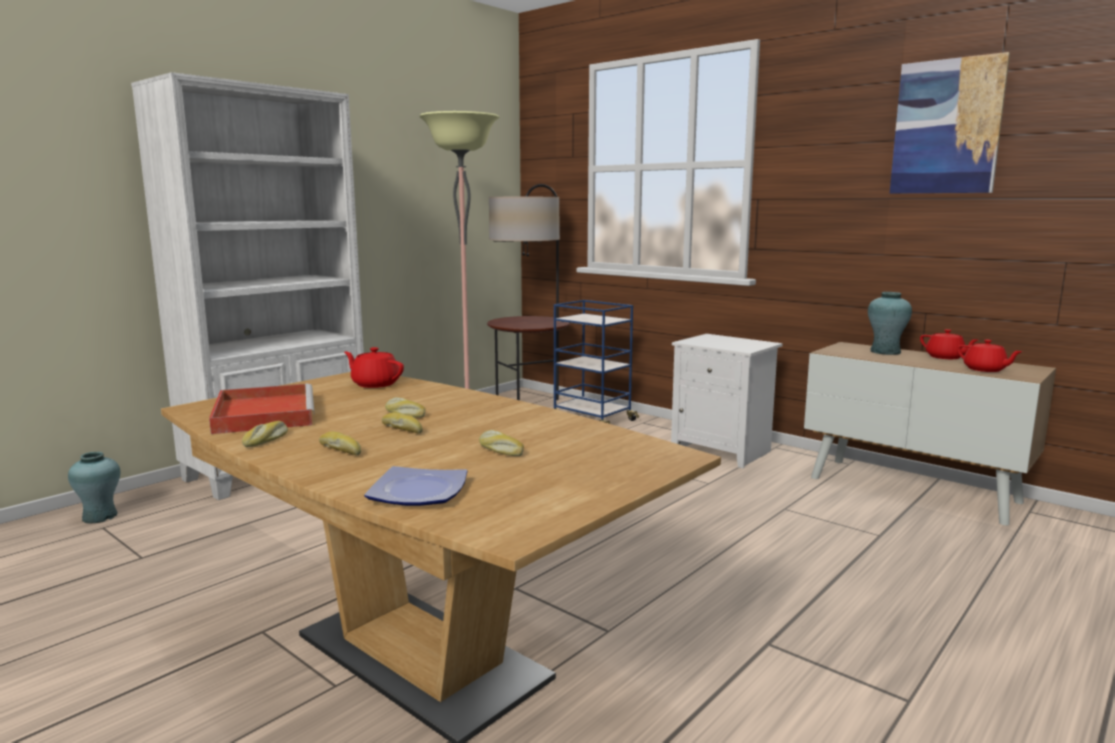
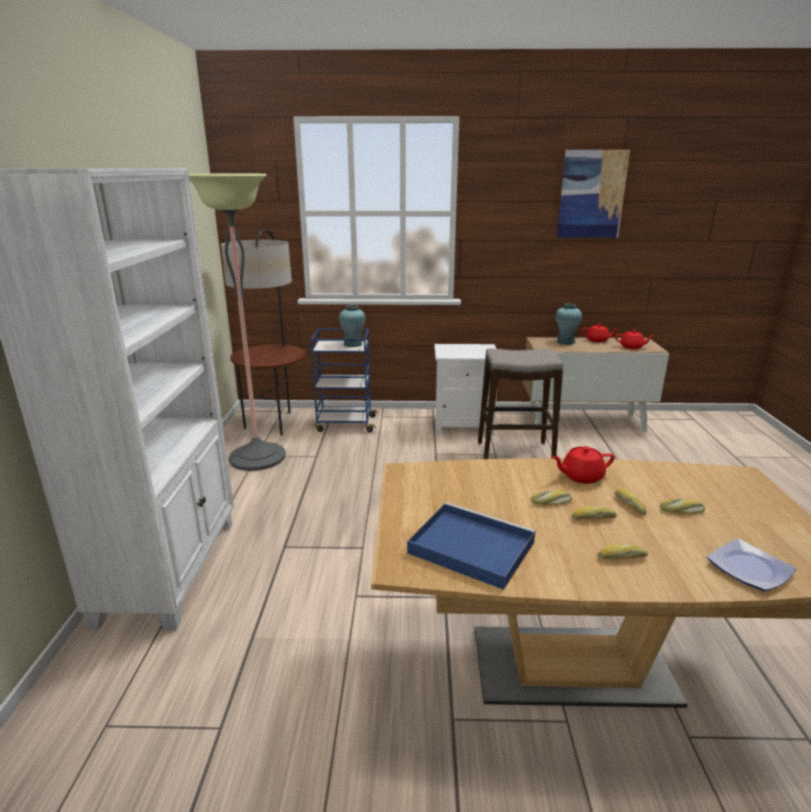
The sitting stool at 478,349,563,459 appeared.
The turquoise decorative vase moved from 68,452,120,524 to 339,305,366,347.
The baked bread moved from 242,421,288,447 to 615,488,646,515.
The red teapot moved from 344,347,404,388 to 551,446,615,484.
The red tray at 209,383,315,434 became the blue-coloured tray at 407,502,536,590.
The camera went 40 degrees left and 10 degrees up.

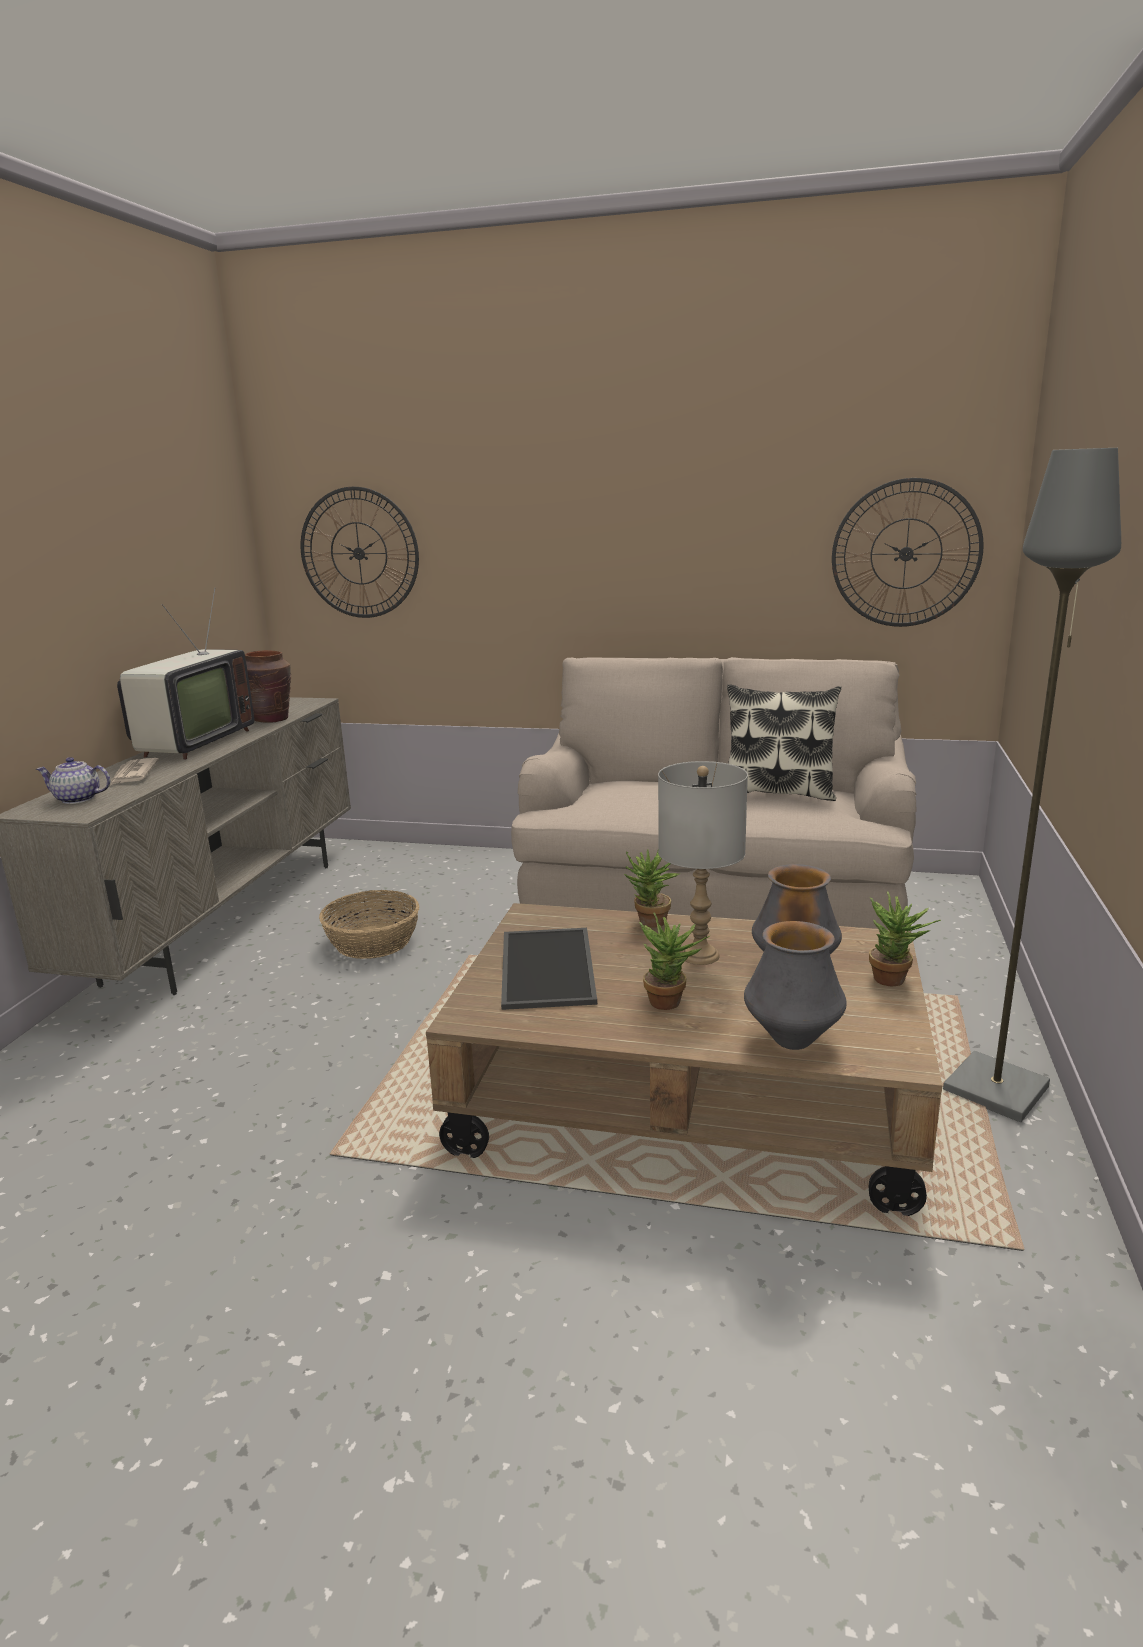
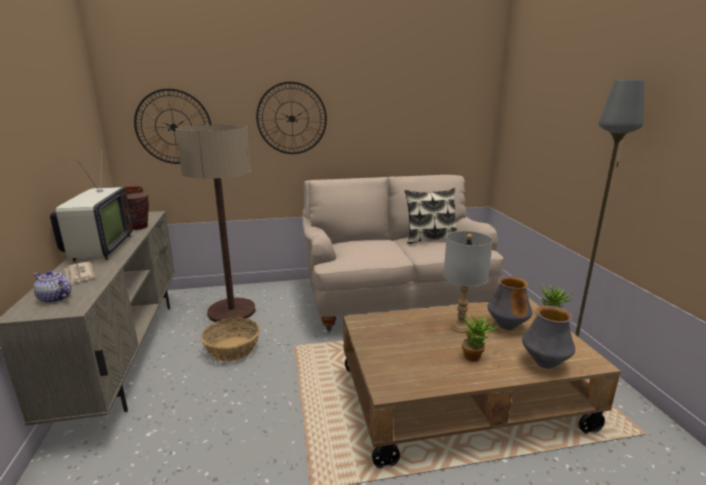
The tray at 501,928,597,1010 disappeared.
The houseplant at 624,849,680,928 disappeared.
The standard lamp at 176,125,256,324 appeared.
The hanging clock moved from 832,478,984,627 to 256,82,327,154.
The teapot at 36,757,110,804 turned 45 degrees clockwise.
The camera went 25 degrees left and 0 degrees up.

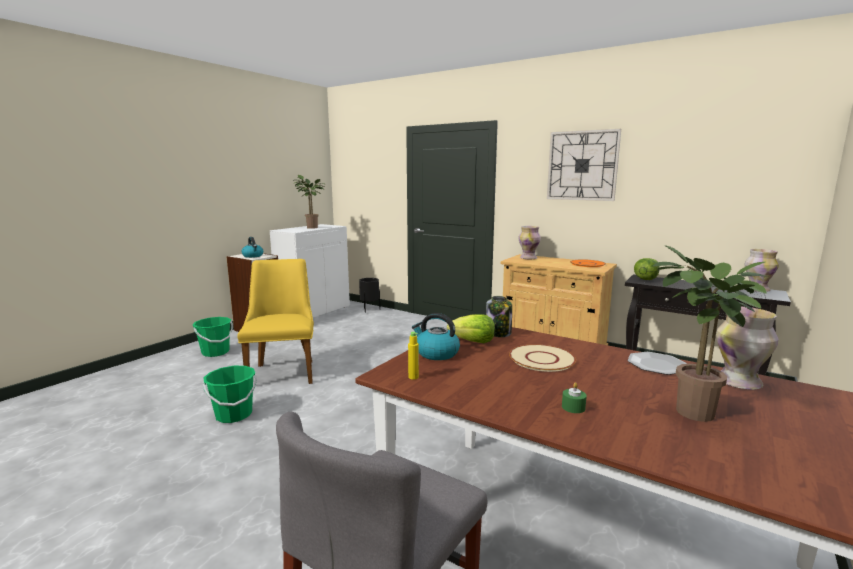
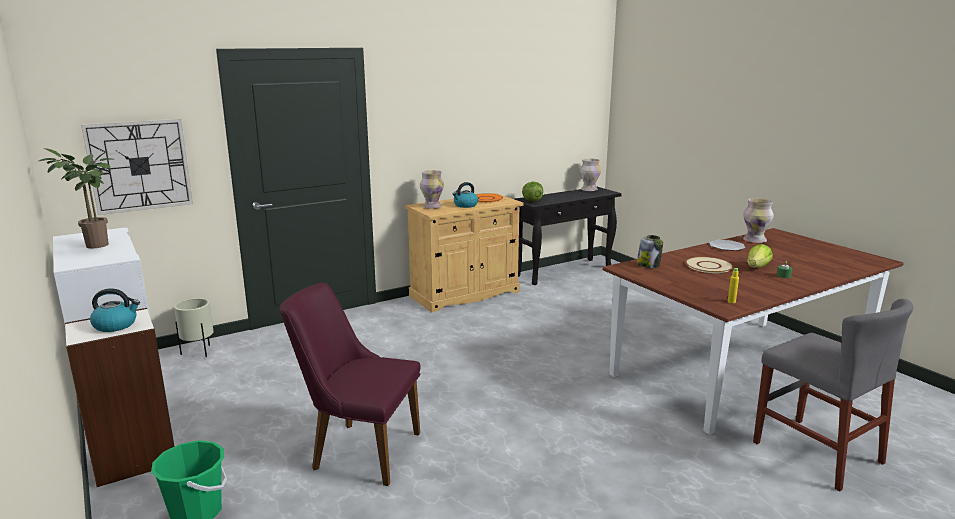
The green-coloured bucket at 203,366,257,423 disappeared.
The houseplant at 653,245,768,422 disappeared.
The water kettle moved from 412,313,460,360 to 453,182,478,208.
The lettuce head moved from 447,314,495,343 to 747,244,773,268.
The hanging clock moved from 547,129,621,201 to 81,119,193,215.
The yellow-coloured chair at 237,259,314,384 became the purple-coloured chair at 280,283,421,486.
The blackish planter at 359,278,380,313 became the sand-coloured planter at 174,298,214,357.
The camera went 65 degrees left and 5 degrees up.

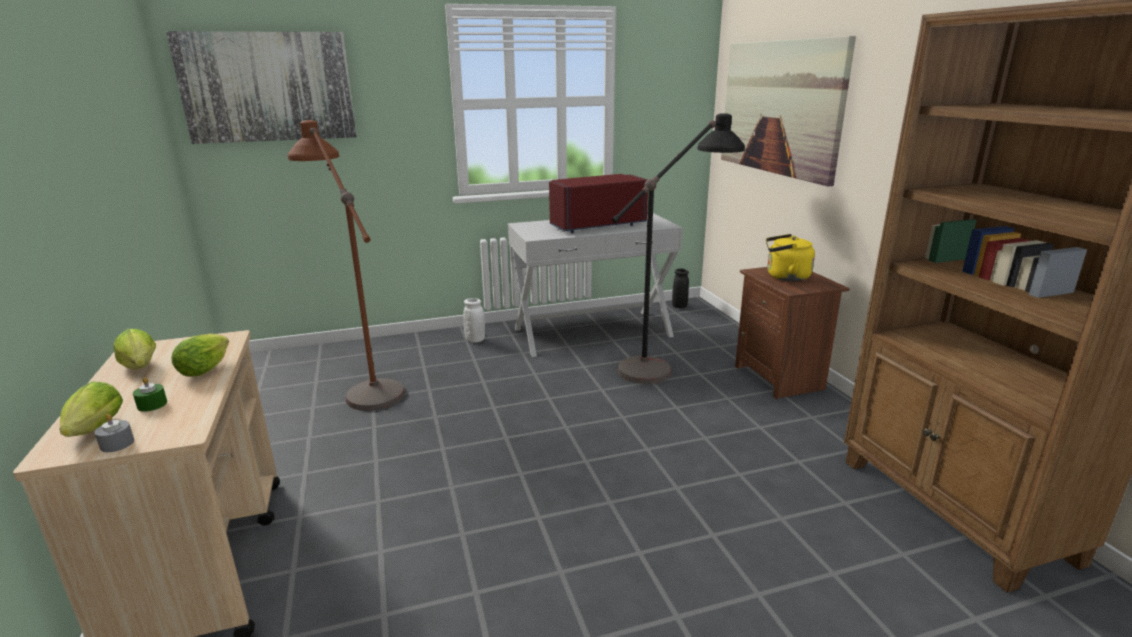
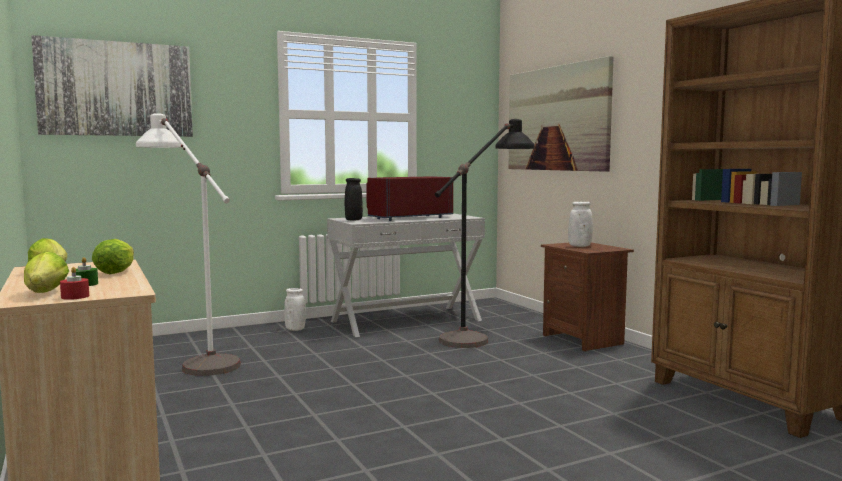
The blackish decorative vase moved from 672,268,689,308 to 345,178,363,220.
The yellow-coloured water kettle at 766,234,815,281 was replaced by the white decorative vase at 568,202,593,247.
The grey wax light at 94,414,134,452 became the red wax light at 60,267,89,300.
The brownish standard lamp at 288,120,405,411 became the white standard lamp at 136,113,241,376.
The camera went 10 degrees left and 15 degrees down.

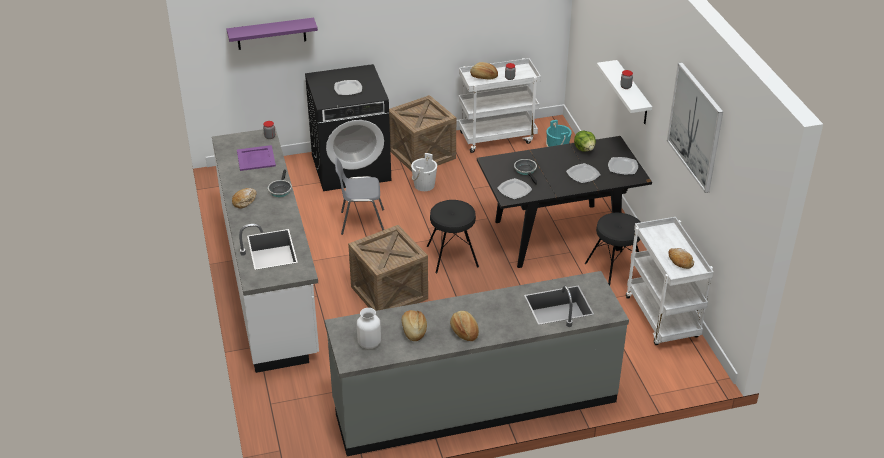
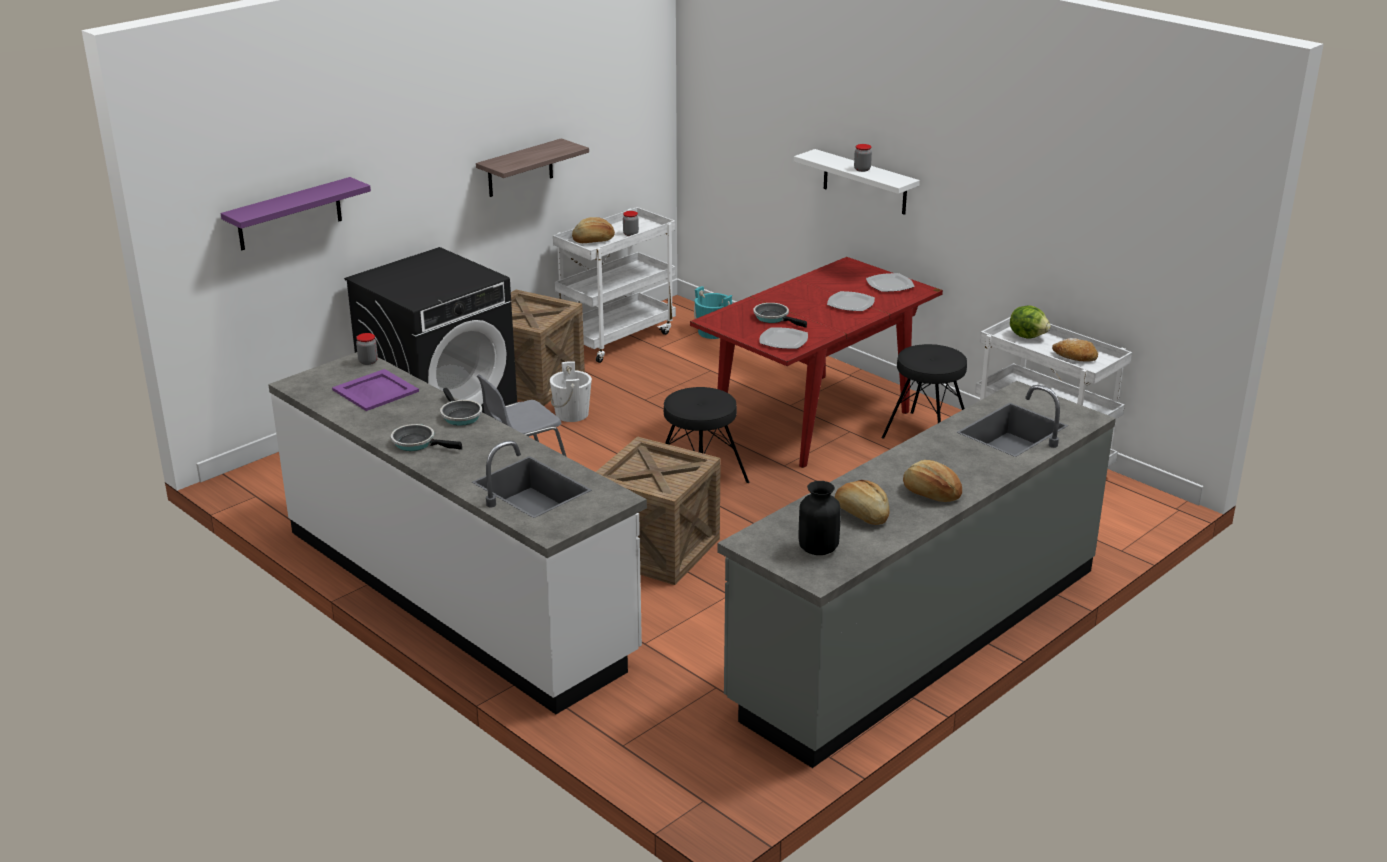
The flat dish at 334,80,362,95 disappeared.
The wall picture at 667,62,723,193 disappeared.
The bracket shelf at 476,138,589,197 appeared.
The lettuce head moved from 574,130,596,152 to 1010,306,1051,338.
The baked bread at 232,188,257,209 was replaced by the skillet at 391,424,462,451.
The white decorative vase at 357,308,381,349 became the blackish decorative vase at 799,481,841,555.
The blackish kitchen table at 477,136,652,268 became the red kitchen table at 690,257,943,468.
The camera went 30 degrees left and 10 degrees down.

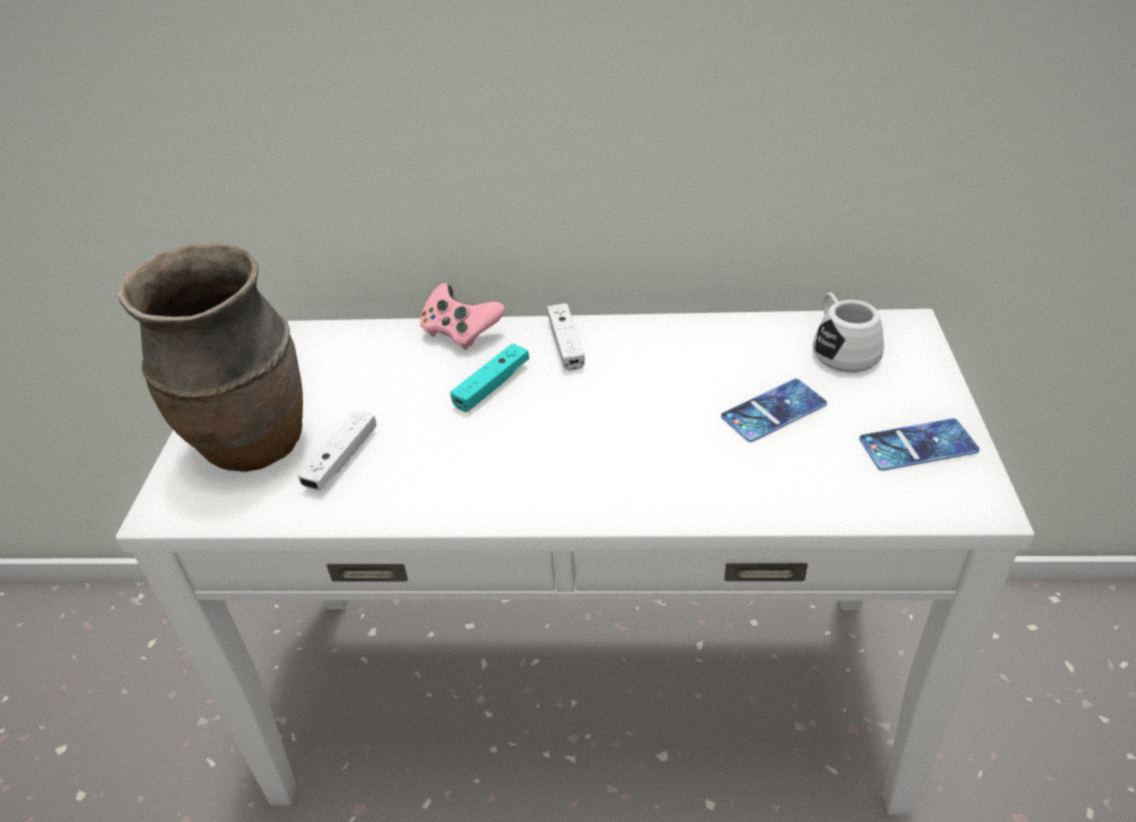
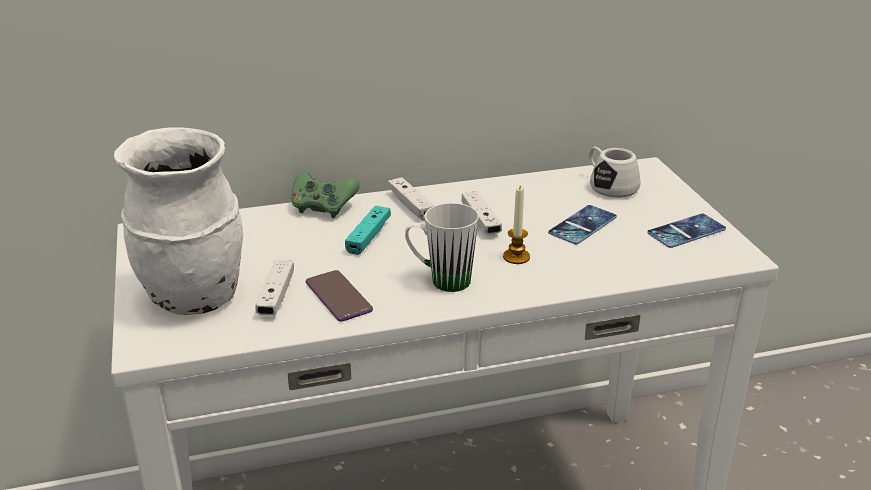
The handset at 306,270,373,322 appeared.
The white coffee mug at 405,203,479,292 appeared.
The white gamepad at 462,191,502,235 appeared.
The wax light at 503,186,530,264 appeared.
The brownish decorative vase at 118,242,303,472 became the white decorative vase at 114,127,243,315.
The pinkish gamepad at 420,283,505,350 became the green-coloured gamepad at 292,171,360,218.
The camera went 20 degrees left and 10 degrees down.

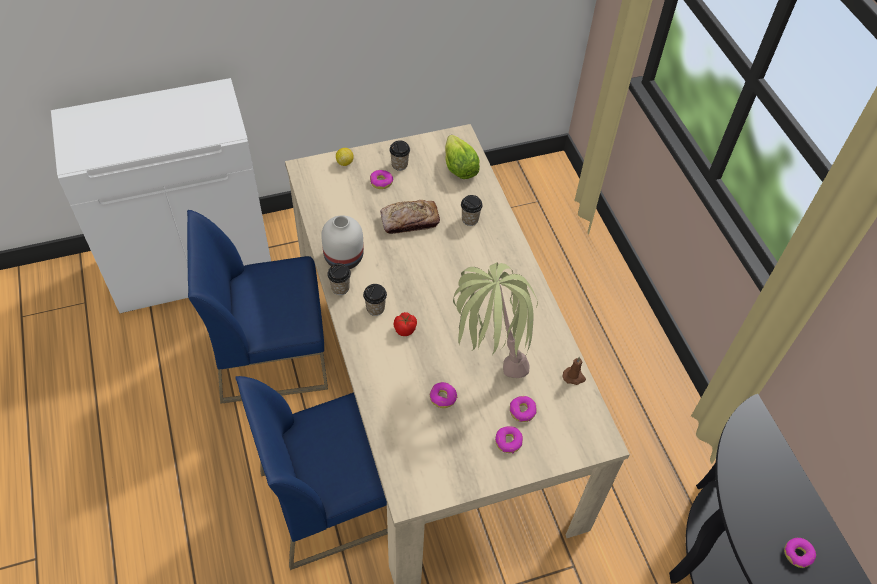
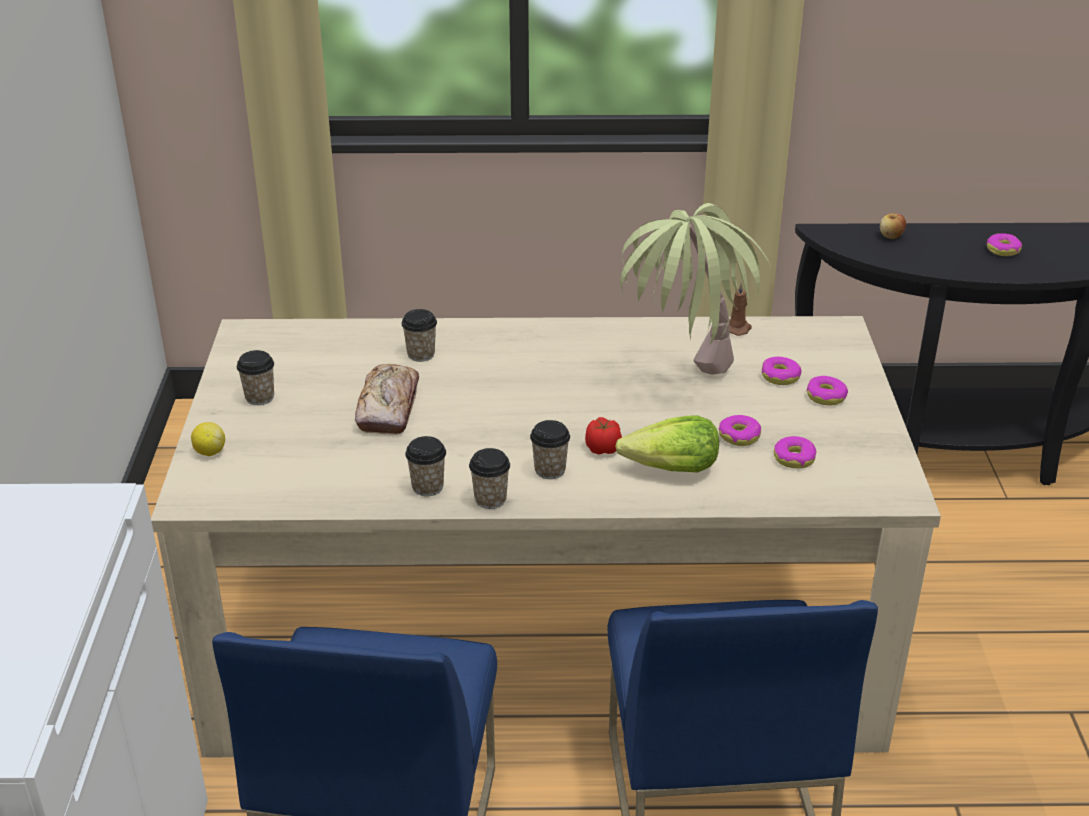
The apple at 880,213,906,239 appeared.
The doughnut moved from 370,170,393,189 to 774,436,817,468.
The lettuce head moved from 445,135,480,179 to 615,416,719,473.
The white decorative vase at 321,215,364,269 was replaced by the cup at 405,436,446,496.
The camera went 70 degrees left and 20 degrees down.

